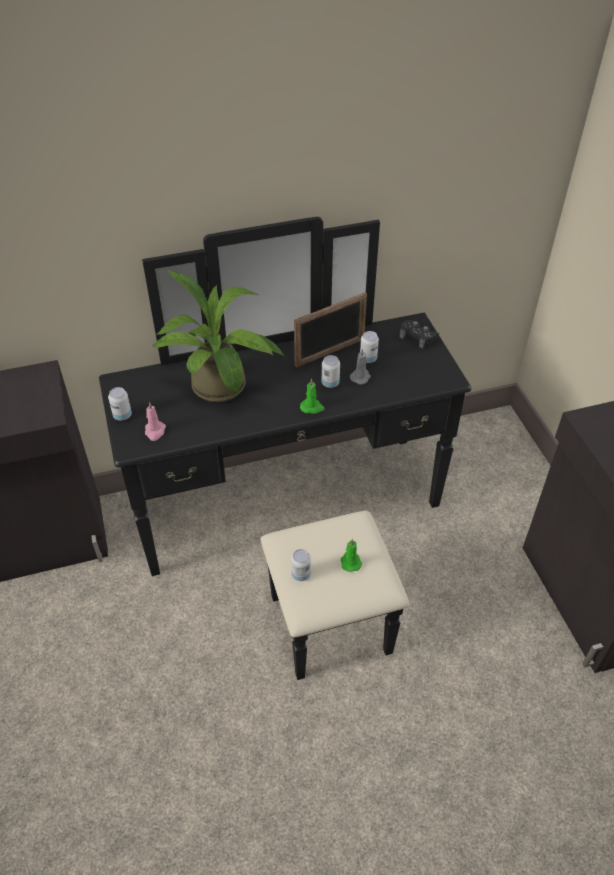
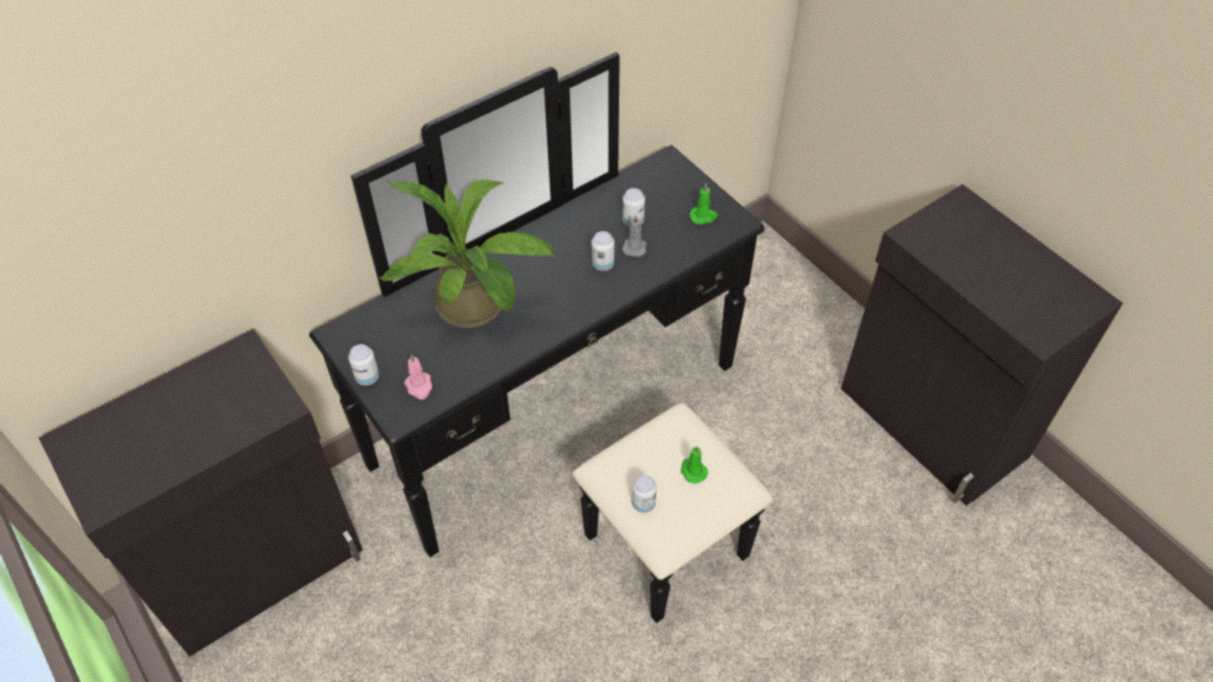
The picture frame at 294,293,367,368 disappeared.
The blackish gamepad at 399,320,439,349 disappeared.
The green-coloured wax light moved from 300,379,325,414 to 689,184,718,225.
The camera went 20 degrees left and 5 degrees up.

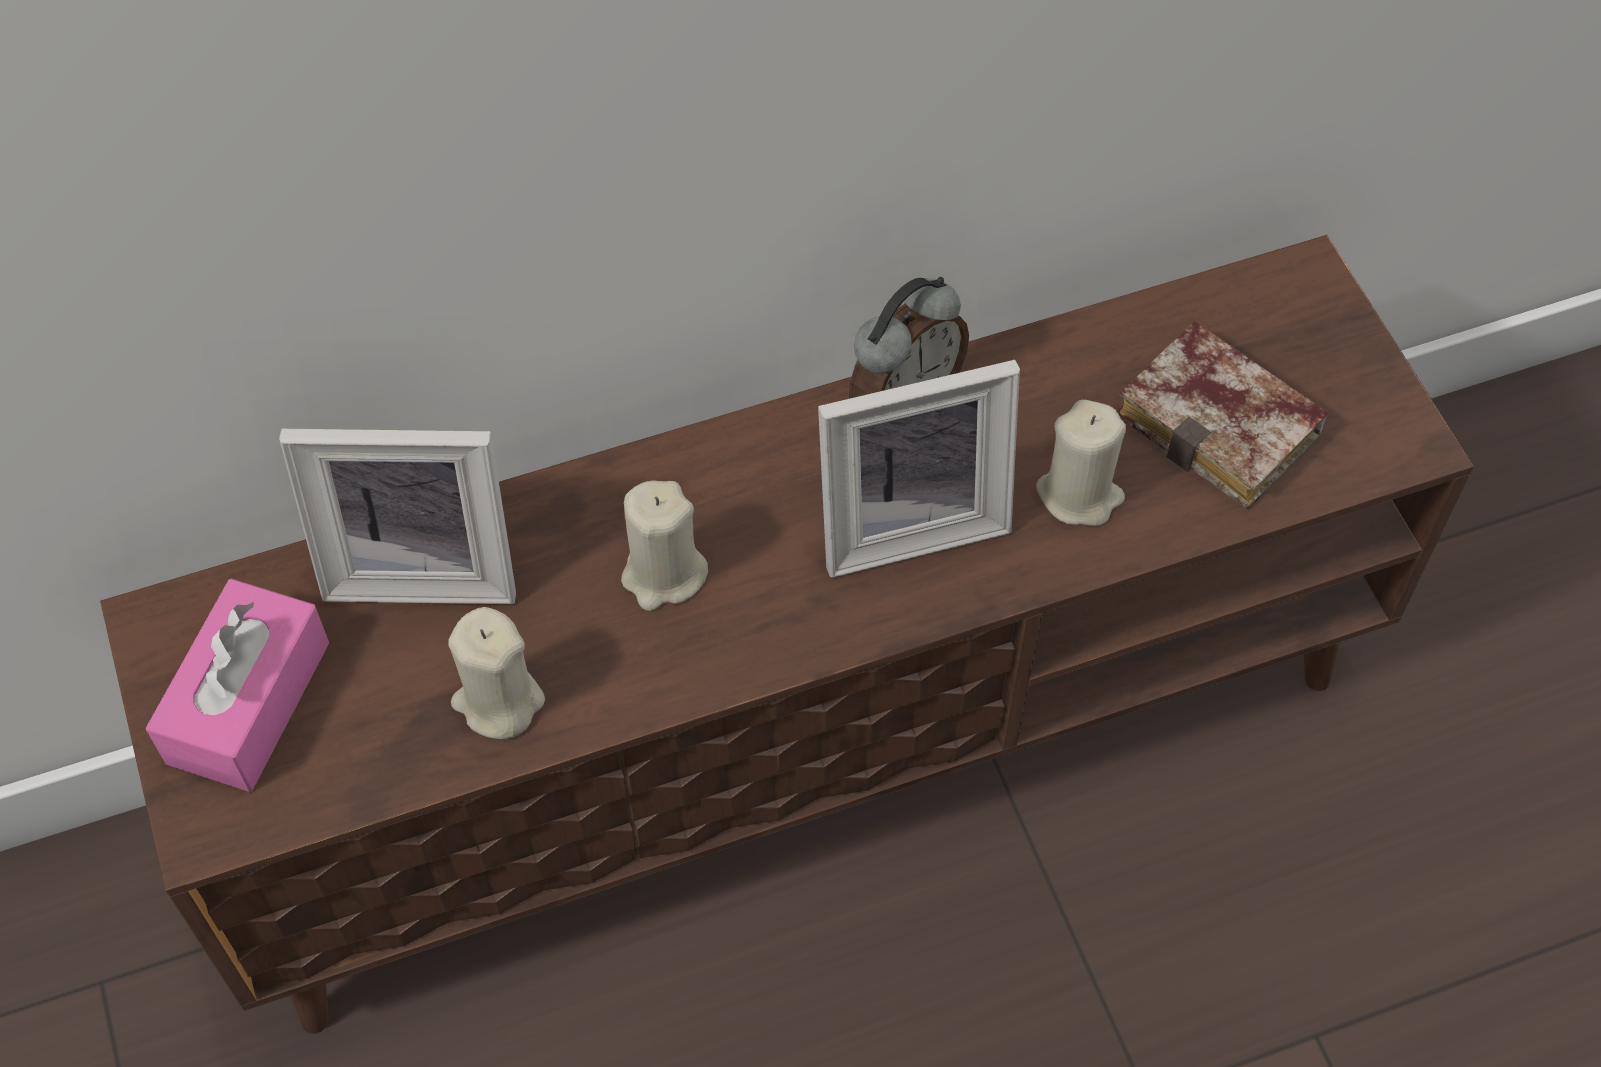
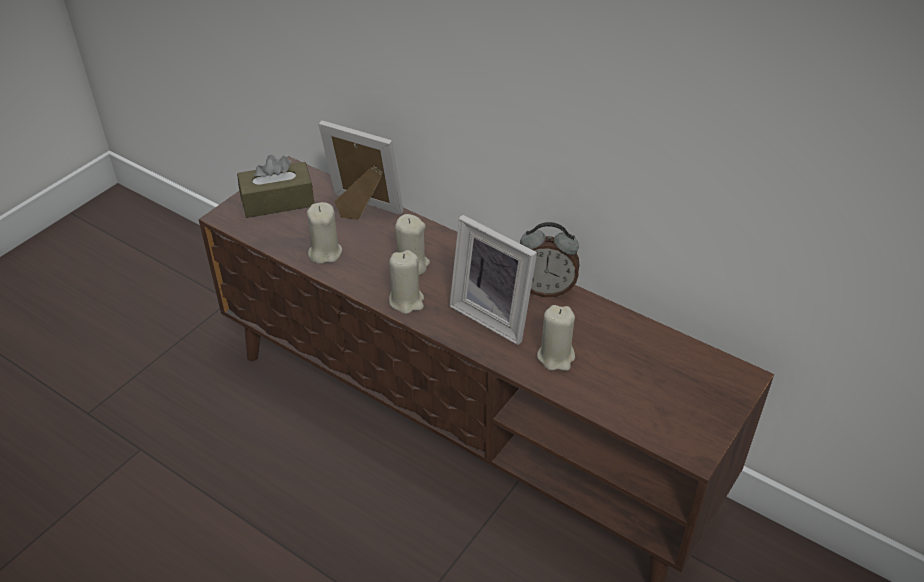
The volume at 1117,321,1329,509 disappeared.
The sand-coloured wax light at 389,250,424,314 appeared.
The pinkish box of tissues at 146,578,329,792 became the brownish box of tissues at 237,155,314,218.
The picture frame at 279,429,516,604 turned 150 degrees clockwise.
The camera went 55 degrees right and 15 degrees down.

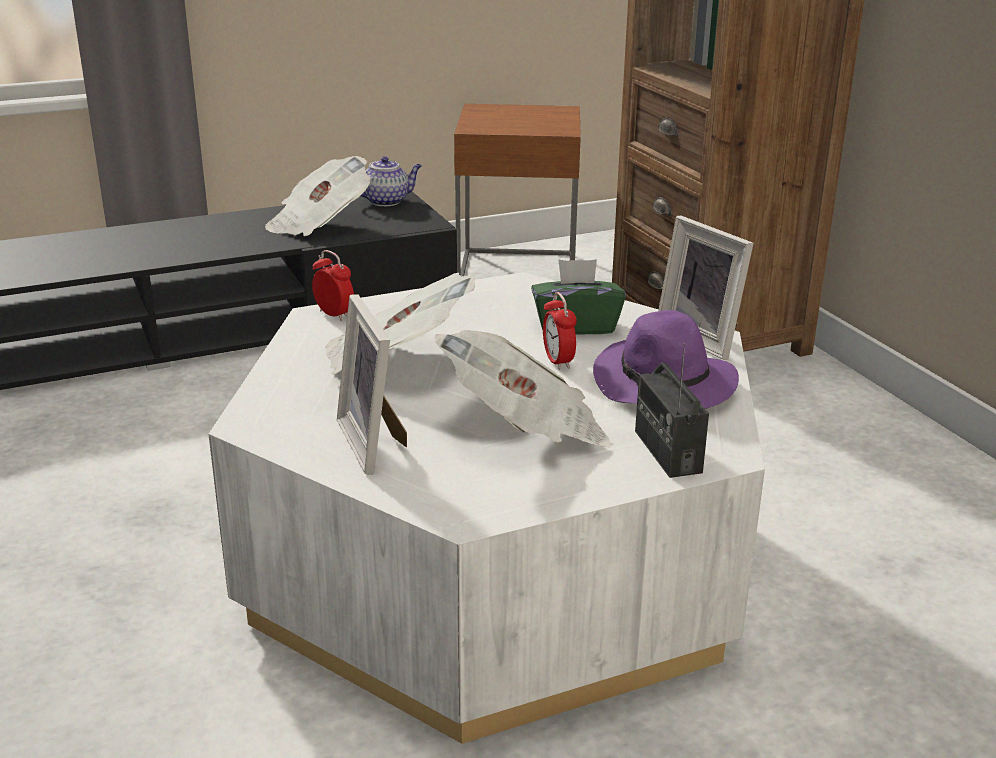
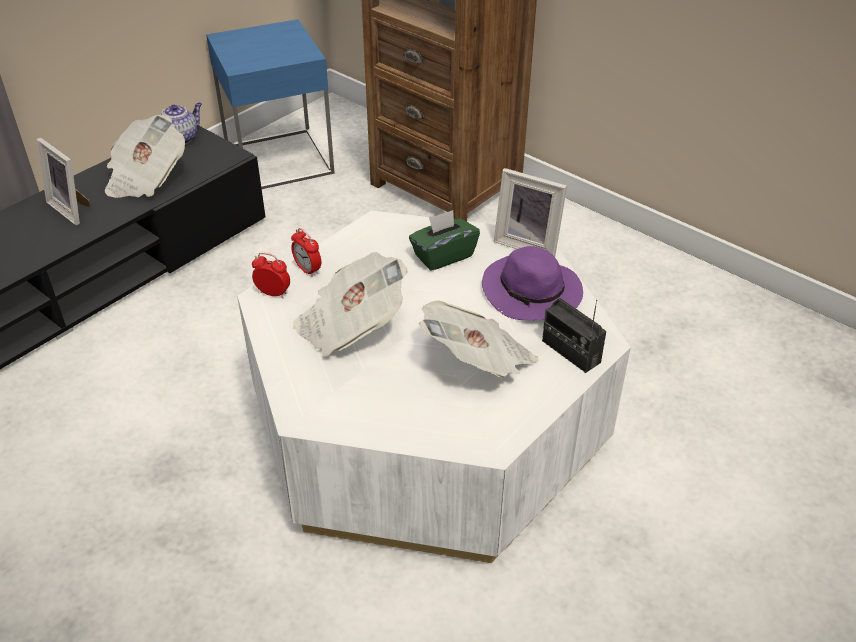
The picture frame moved from 337,295,407,475 to 37,138,90,225.
The bedside clock moved from 543,292,577,370 to 291,228,321,277.
The brownish side table at 454,104,581,276 became the blue-coloured side table at 206,19,335,189.
The camera went 25 degrees left and 15 degrees up.

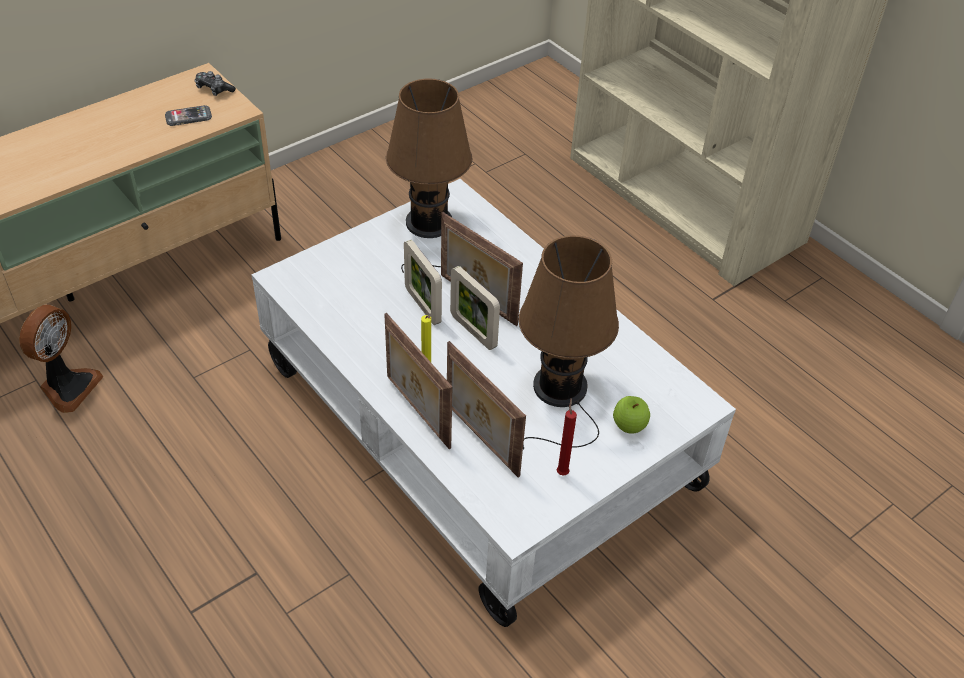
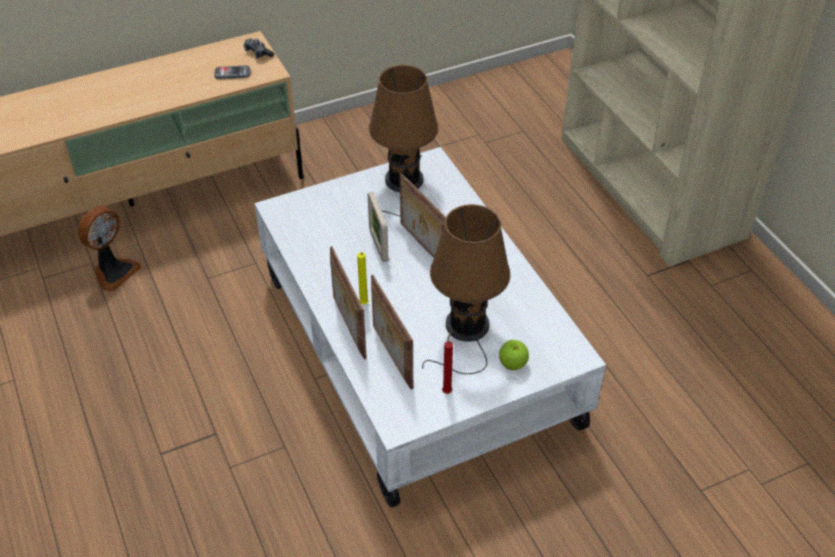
The picture frame at 450,266,500,350 disappeared.
The camera went 15 degrees right and 0 degrees up.

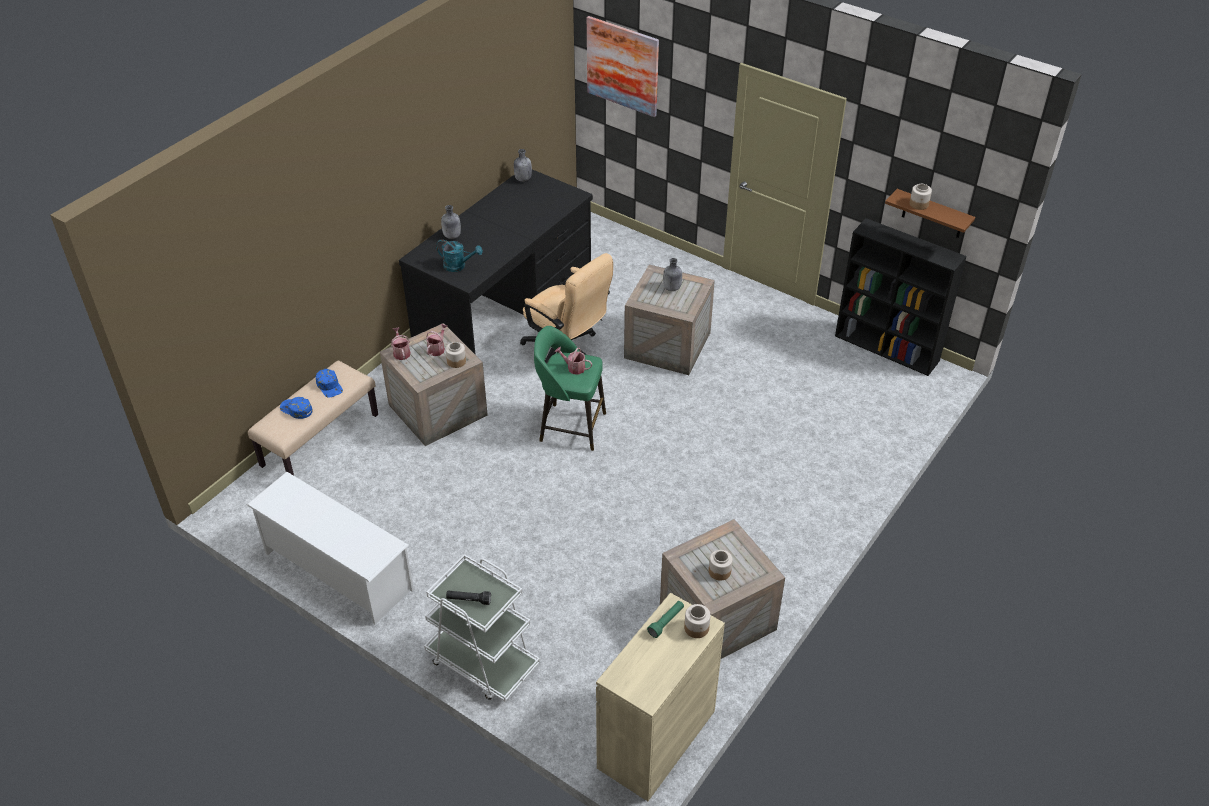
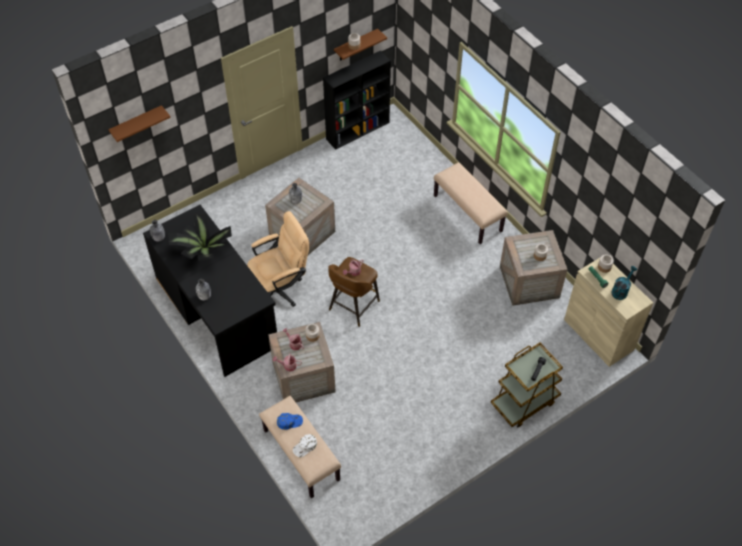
The white shoe rack at 247,472,414,625 disappeared.
The houseplant at 168,213,232,261 appeared.
The sand-coloured bench at 434,162,508,244 appeared.
The turquoise sprinkling can moved from 436,239,483,272 to 611,266,637,300.
The wall picture at 587,16,659,117 was replaced by the brownish bracket shelf at 108,105,171,142.
The blue-coloured baseball cap at 280,397,313,419 became the white baseball cap at 293,434,317,457.
The white cart at 424,554,540,702 became the brownish cart at 491,343,563,428.
The green-coloured sitting stool at 534,326,606,451 became the brownish sitting stool at 328,257,380,327.
The camera went 70 degrees left and 10 degrees up.

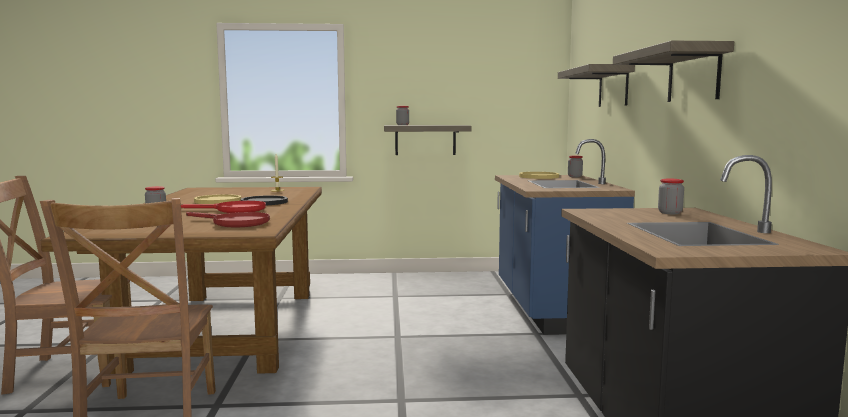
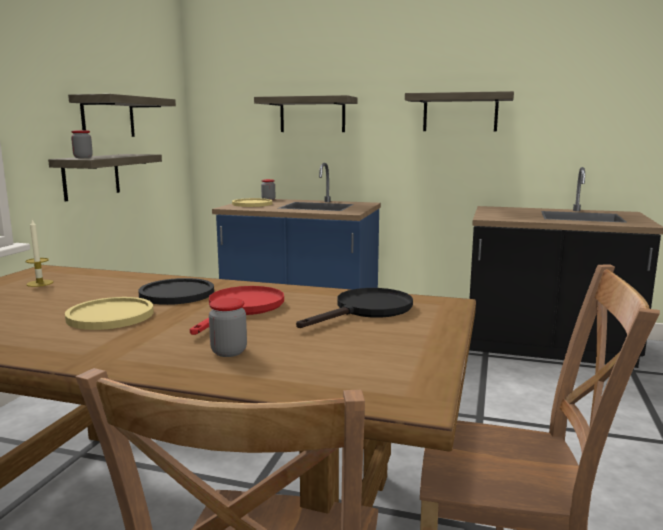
The storage jar at 658,179,684,214 disappeared.
The bracket shelf at 68,94,176,137 appeared.
The red skillet at 186,212,270,227 became the blackish skillet at 296,288,413,328.
The camera went 70 degrees left and 5 degrees up.

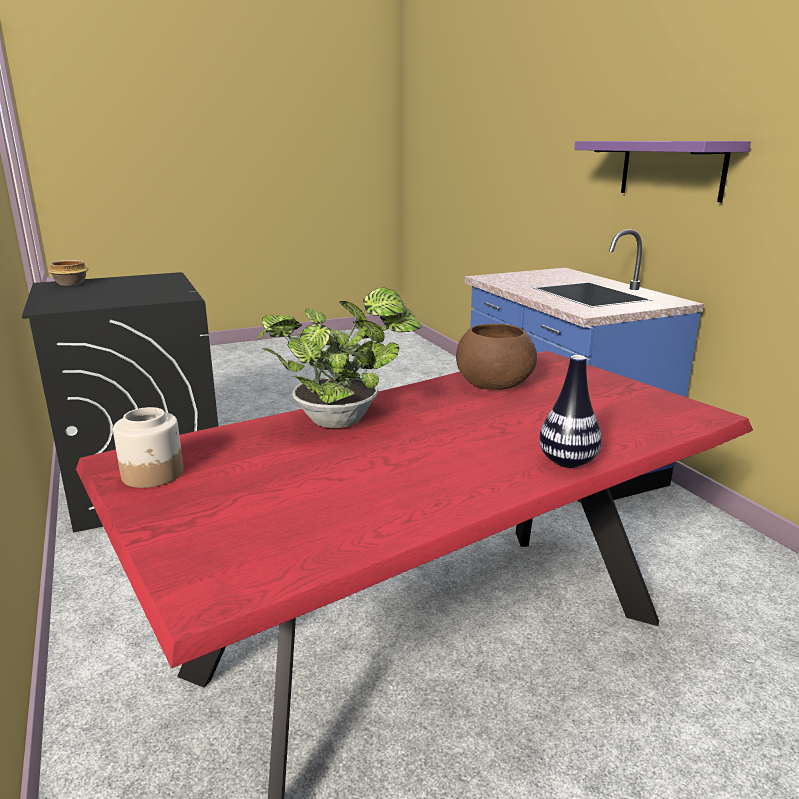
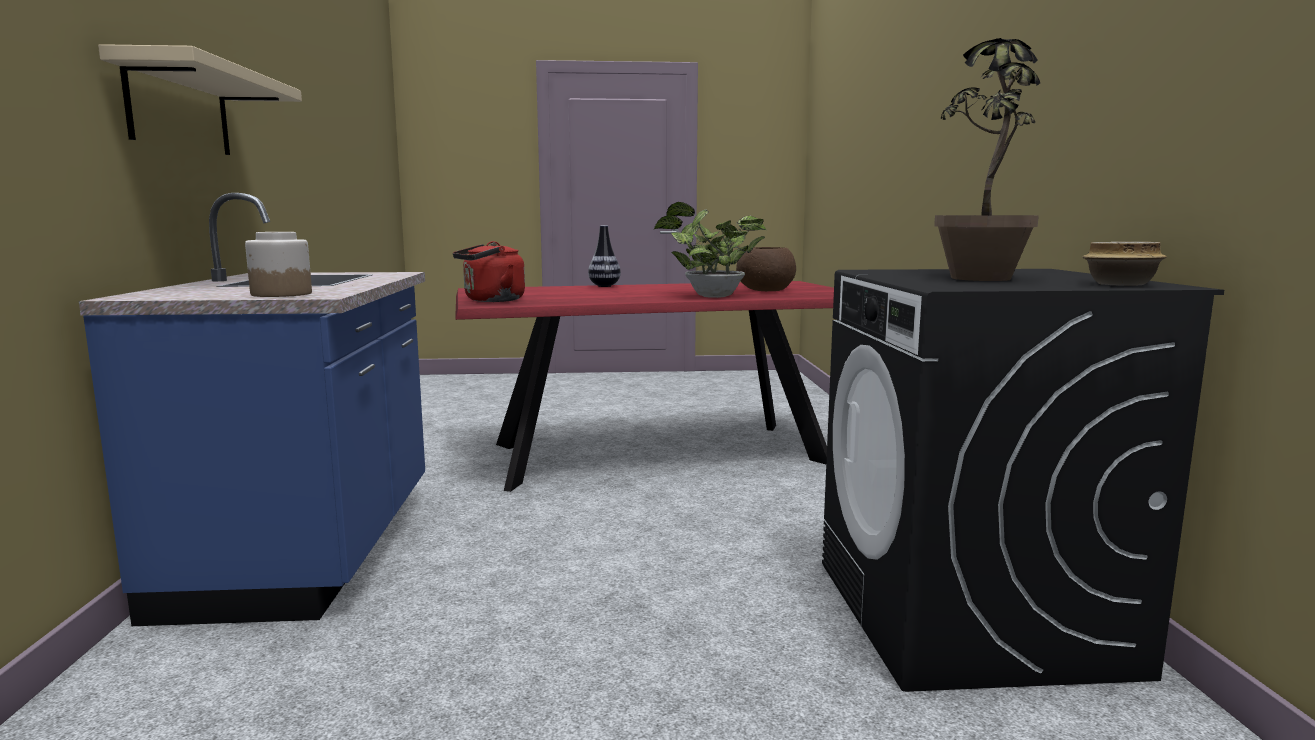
The red water kettle at 453,241,525,302 appeared.
The houseplant at 934,38,1040,281 appeared.
The storage jar moved from 113,407,184,488 to 245,232,312,297.
The brownish serving bowl moved from 456,324,537,390 to 736,247,796,291.
The purple-coloured bracket shelf at 574,141,751,202 became the sand-coloured bracket shelf at 98,44,302,155.
The camera went 160 degrees left and 10 degrees down.

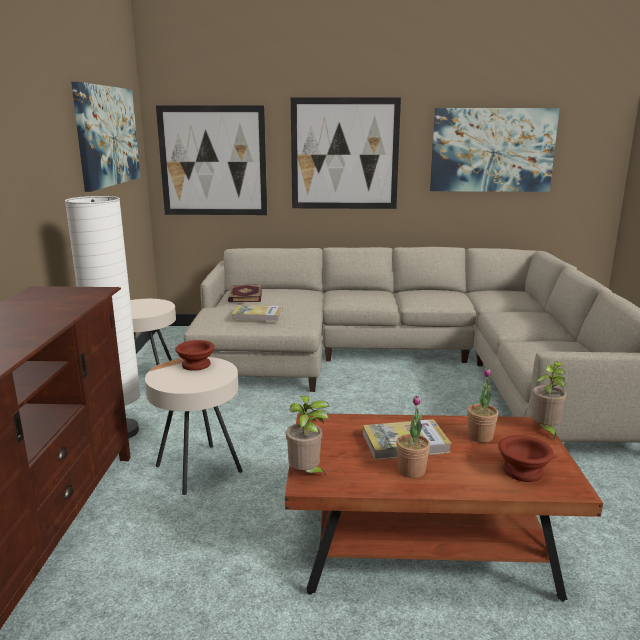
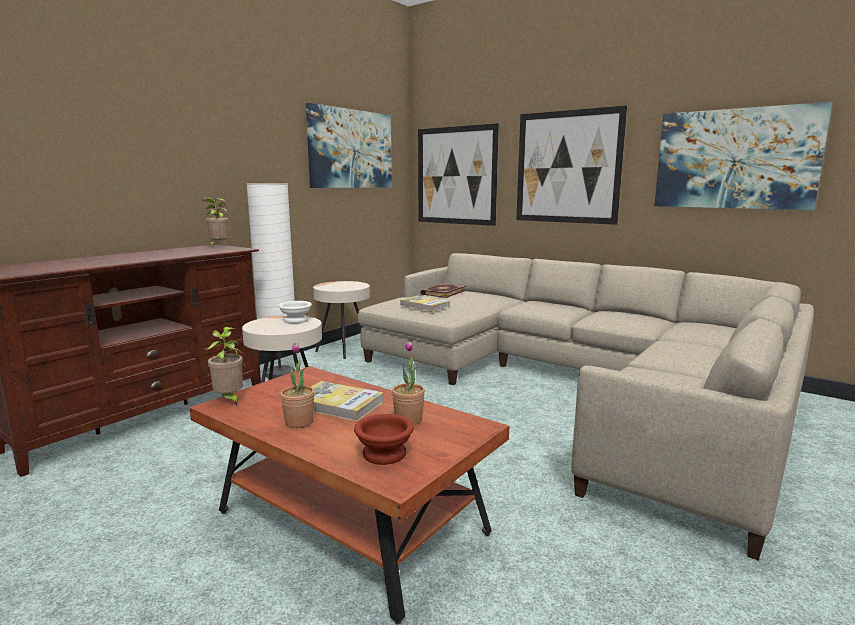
The houseplant moved from 532,361,567,439 to 202,197,229,246.
The brownish serving bowl at 175,340,215,371 became the white serving bowl at 278,301,312,324.
The camera went 35 degrees right and 5 degrees down.

